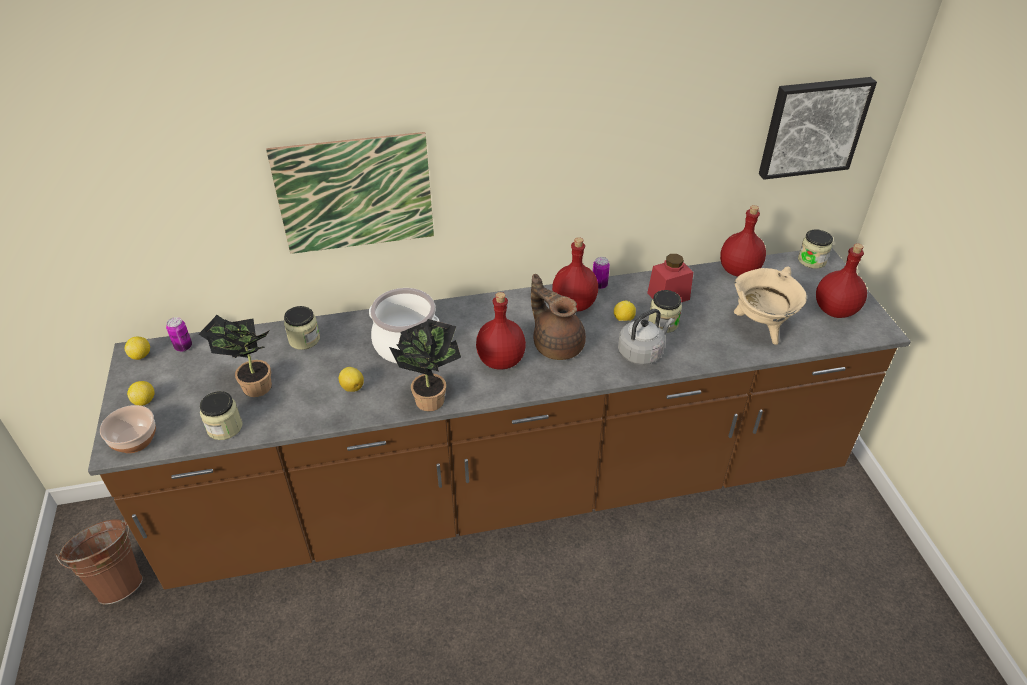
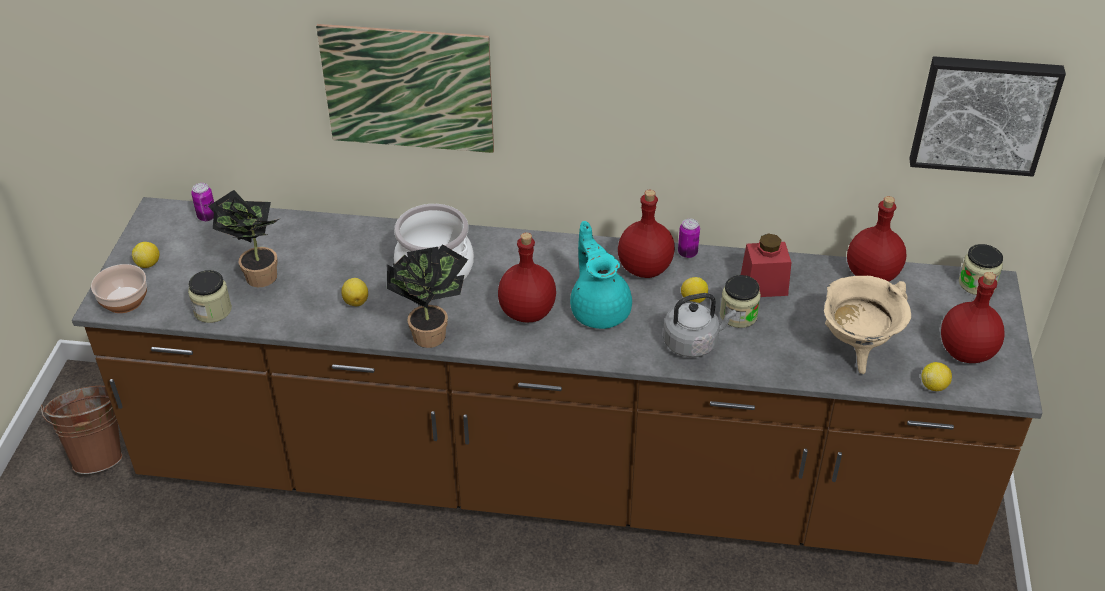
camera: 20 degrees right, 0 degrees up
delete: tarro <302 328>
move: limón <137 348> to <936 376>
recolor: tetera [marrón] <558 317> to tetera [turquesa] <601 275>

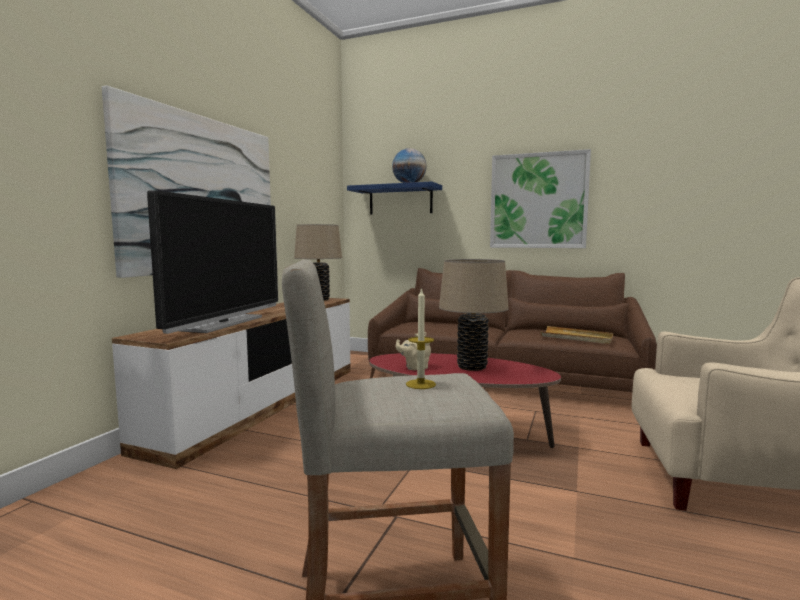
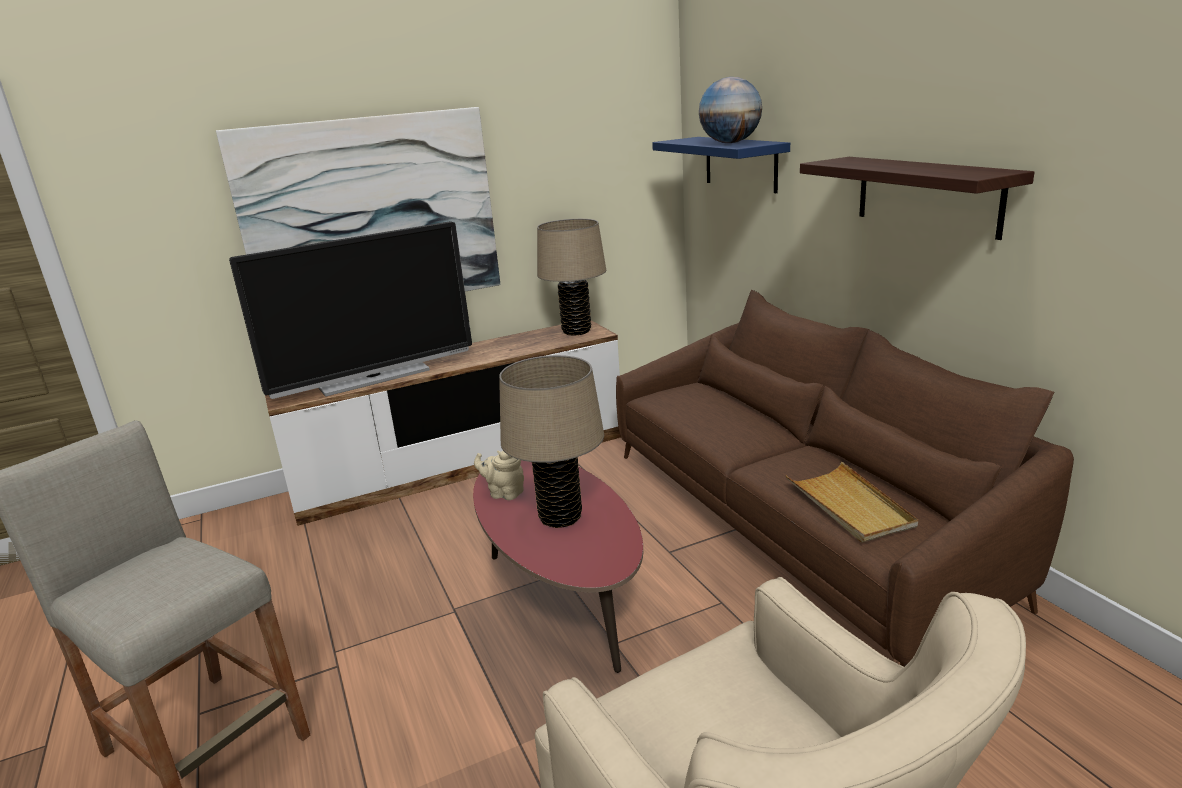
camera: 45 degrees right, 15 degrees up
delete: vela <421 338>
replace: cuadro <540 198> to estante <917 198>

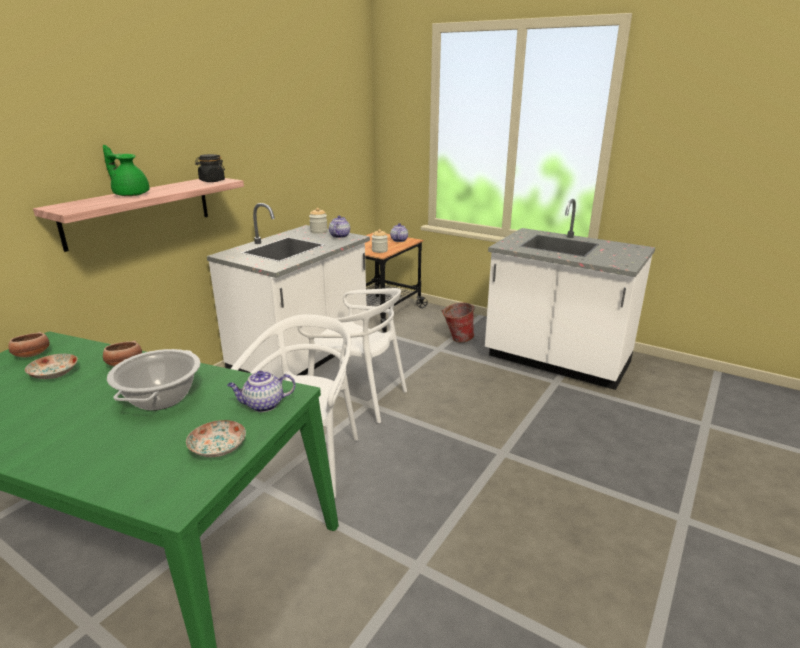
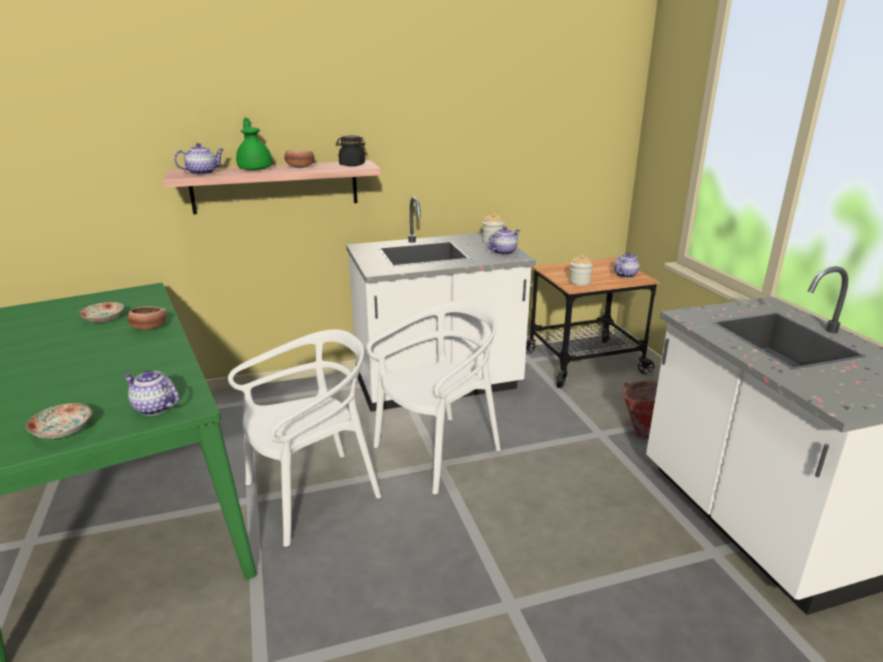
camera: 40 degrees right, 0 degrees up
delete: olla <154 380>
insert: tetera <199 159>
move: cuenco <29 344> to <299 159>
rotate: silla [blanco] <352 355> = <433 397> 105 degrees counterclockwise

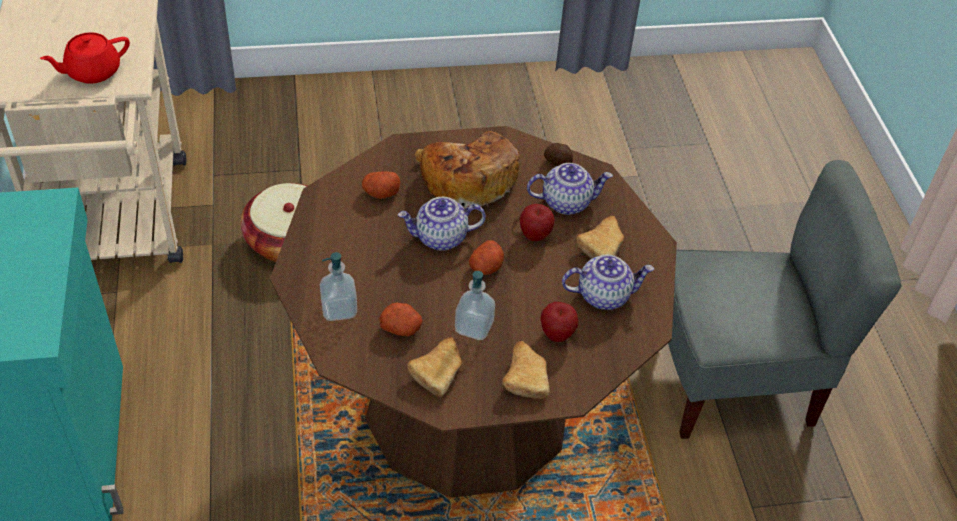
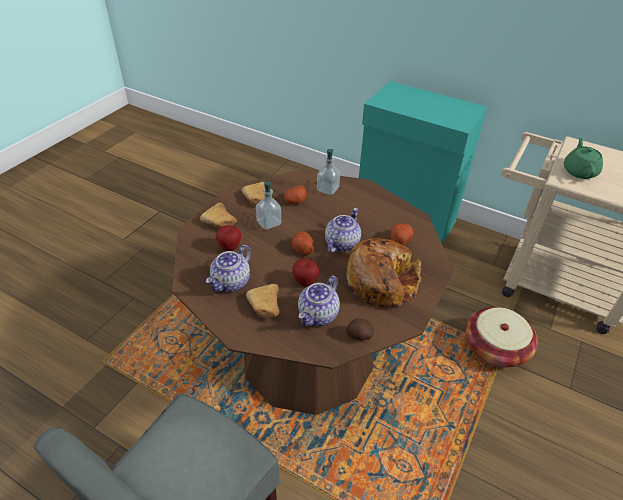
camera: 130 degrees right, 5 degrees down
recolor: tetera [rojo] <85 58> to tetera [verde] <583 158>

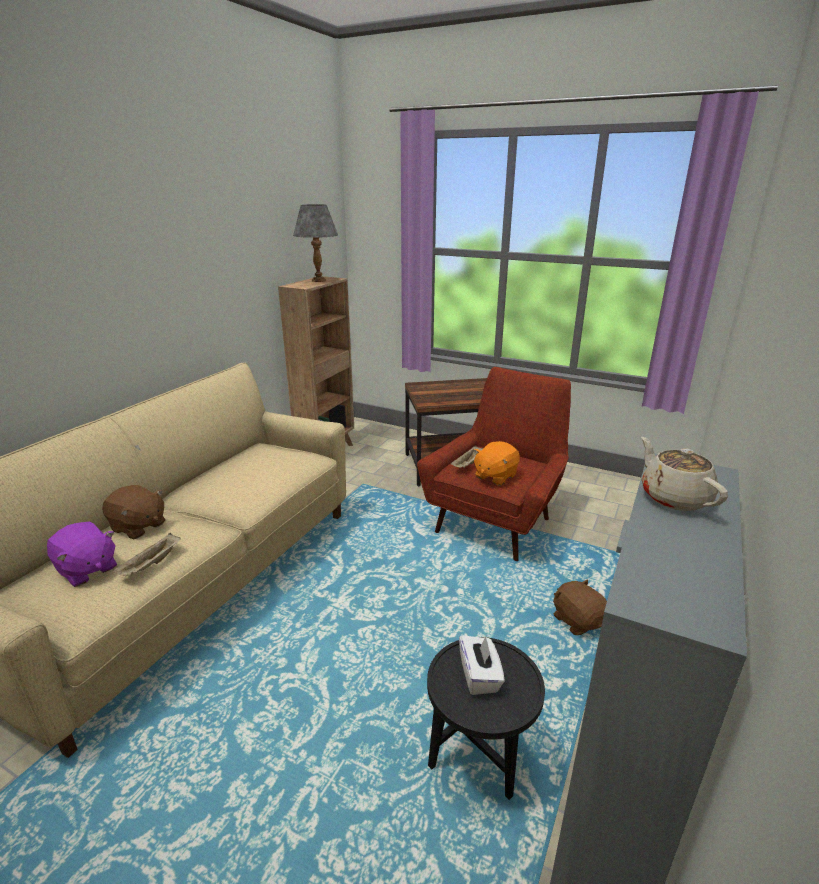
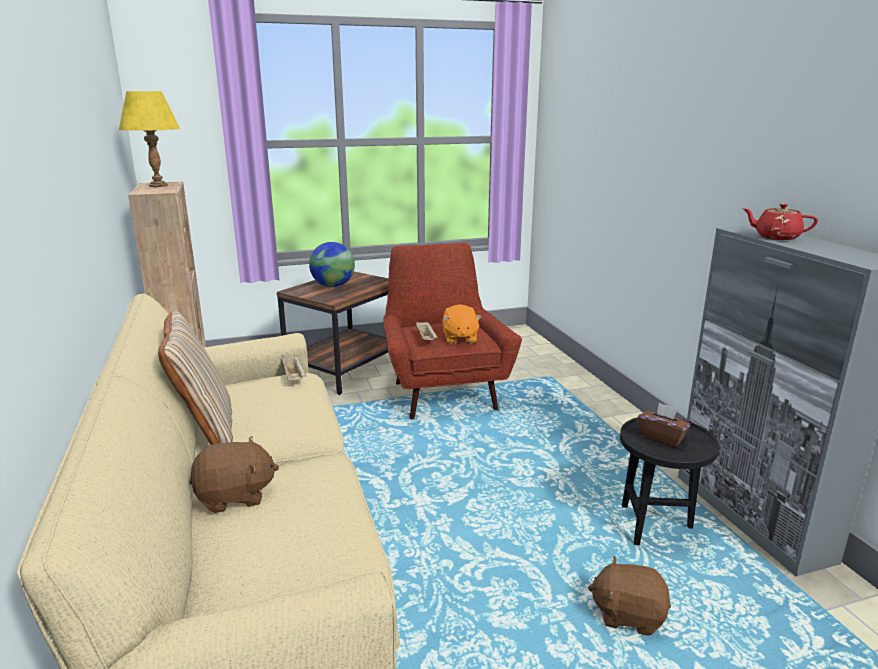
camera: 45 degrees left, 5 degrees down
delete: peluche [morado] <82 554>
insert: cojín [beis] <195 378>; globo terráqueo <332 264>
move: bandeja [beis] <147 554> to <294 367>; peluche [marrón] <580 607> to <629 596>
recolor: lámpara de mesa [gris] <315 243> to lámpara de mesa [amarillo] <149 139>; caja de pañuelos [blanco] <482 665> to caja de pañuelos [marrón] <664 425>; tetera [beis] <684 474> to tetera [rojo] <780 222>

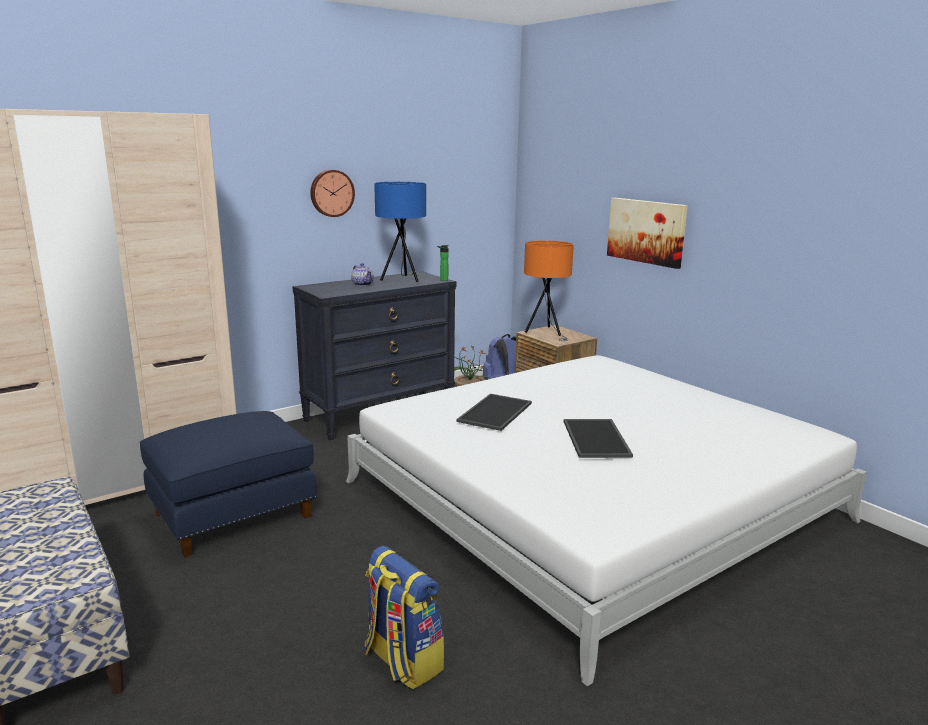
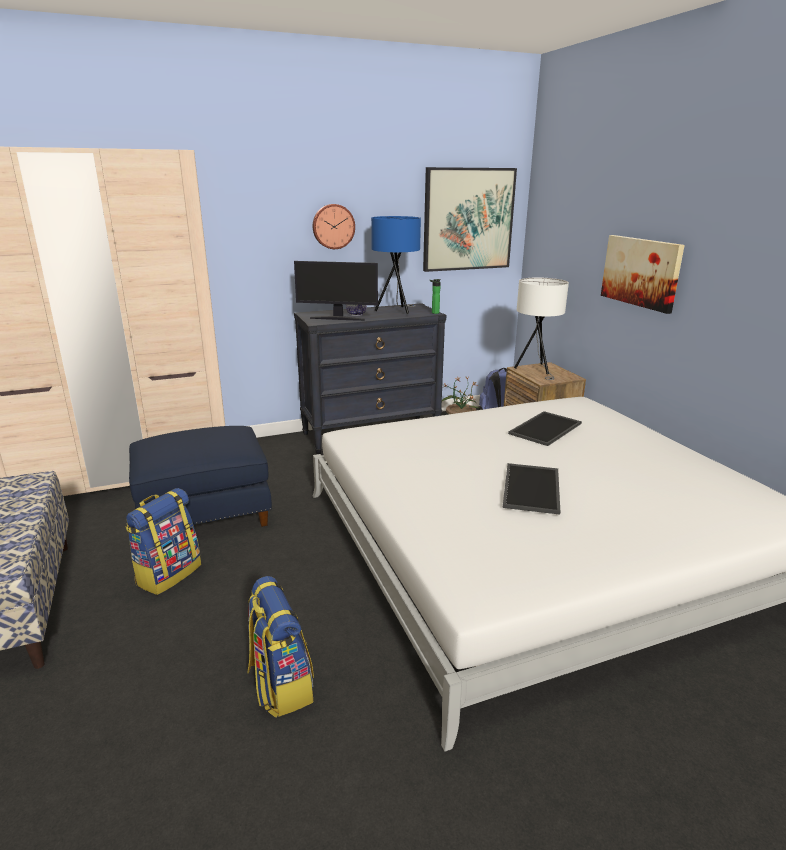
camera: 15 degrees right, 5 degrees up
insert: mochila <163 541>; monitor <336 291>; cuadro <470 219>
move: bandeja <494 412> to <545 428>
recolor: lámpara de mesa [naranja] <549 290> to lámpara de mesa [blanco] <541 329>

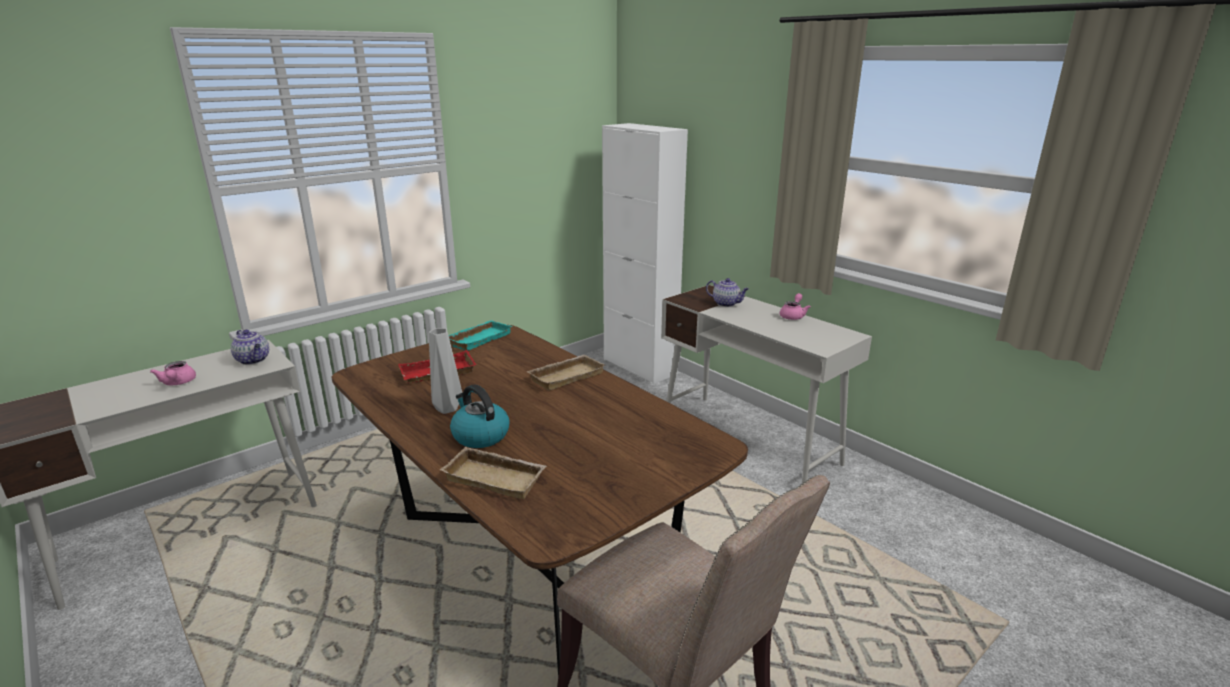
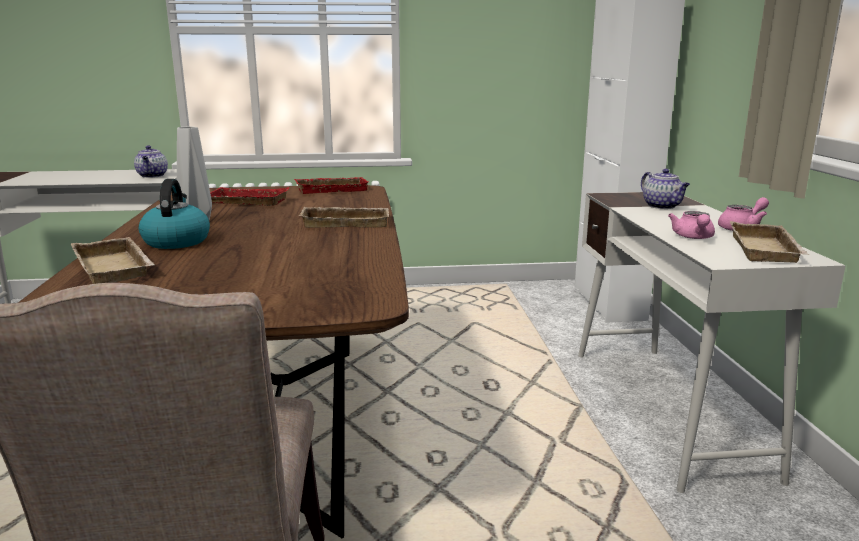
camera: 35 degrees right, 5 degrees down
insert: bandeja [beis] <769 242>
move: tetera [rosa] <173 373> to <691 225>
recolor: bandeja [turquesa] <480 335> to bandeja [rojo] <331 185>

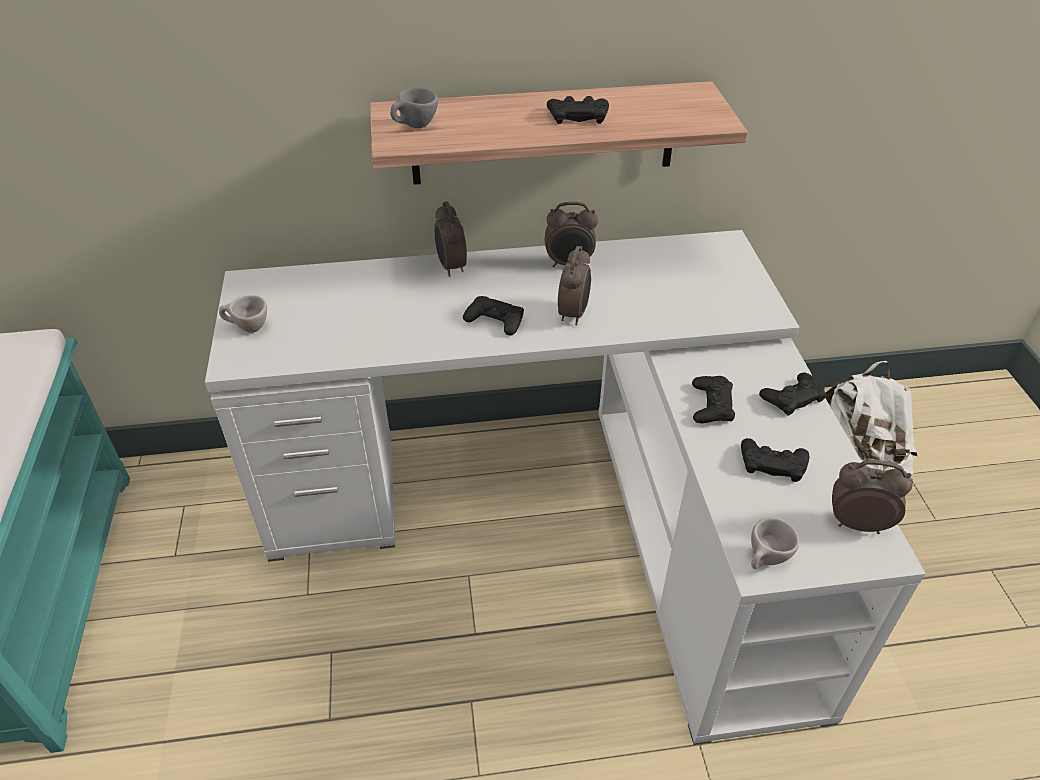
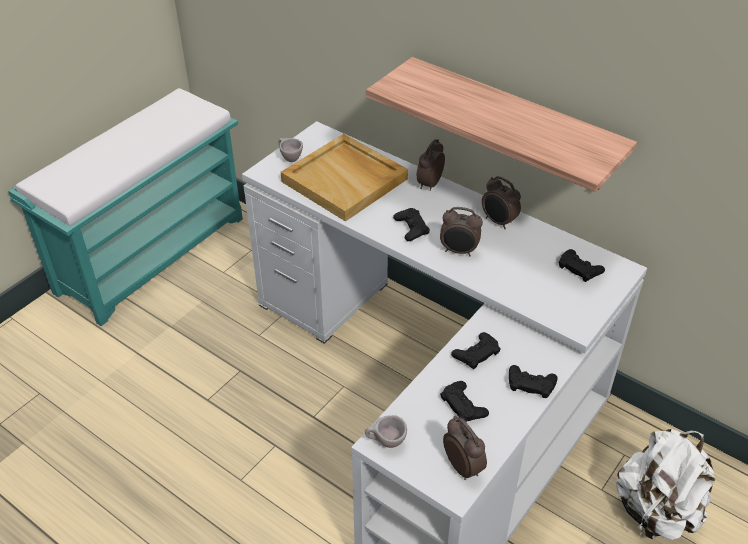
camera: 45 degrees right, 0 degrees up
delete: taza [gris] <414 107>
insert: bandeja [beis] <344 178>
move: mando de consola [negro] <578 110> to <582 265>
rotate: despertador <574 285> = <461 231> 45 degrees clockwise

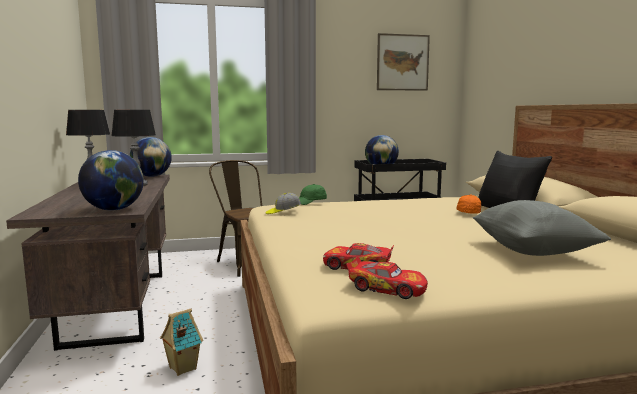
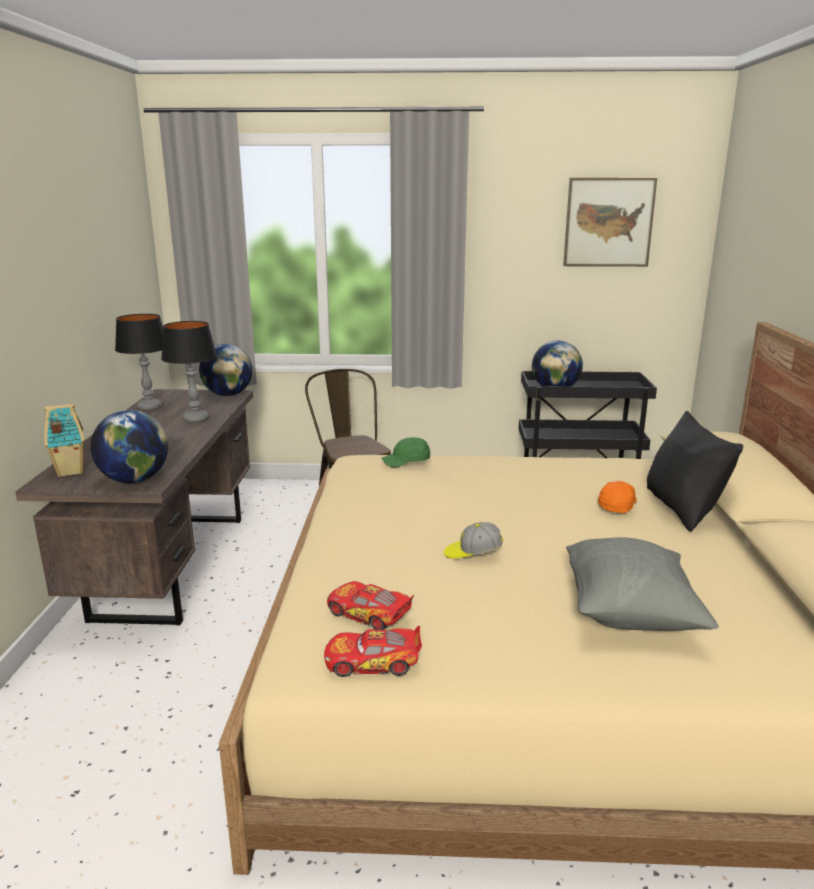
camera: 15 degrees right, 10 degrees up
move: casita <181 342> to <64 440>; gorra <283 203> to <473 540>
rotate: coche de juguete <387 277> = <373 651> 135 degrees clockwise

